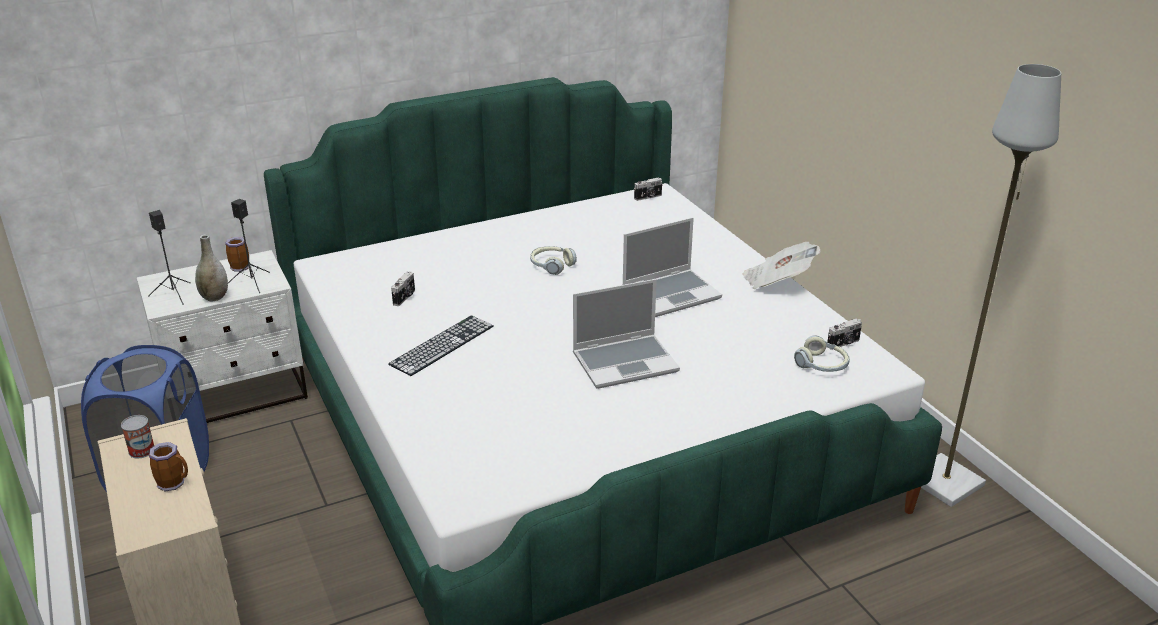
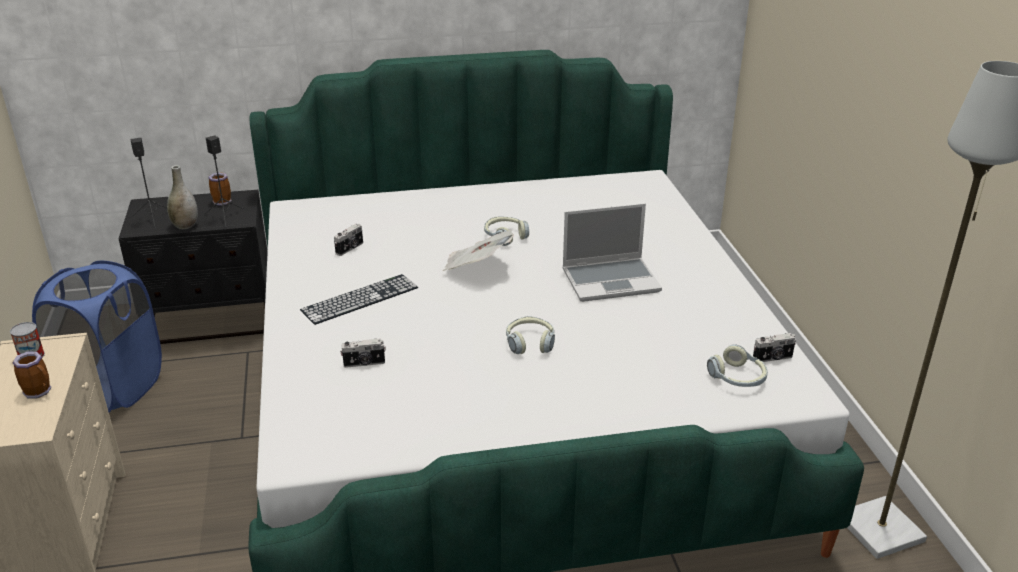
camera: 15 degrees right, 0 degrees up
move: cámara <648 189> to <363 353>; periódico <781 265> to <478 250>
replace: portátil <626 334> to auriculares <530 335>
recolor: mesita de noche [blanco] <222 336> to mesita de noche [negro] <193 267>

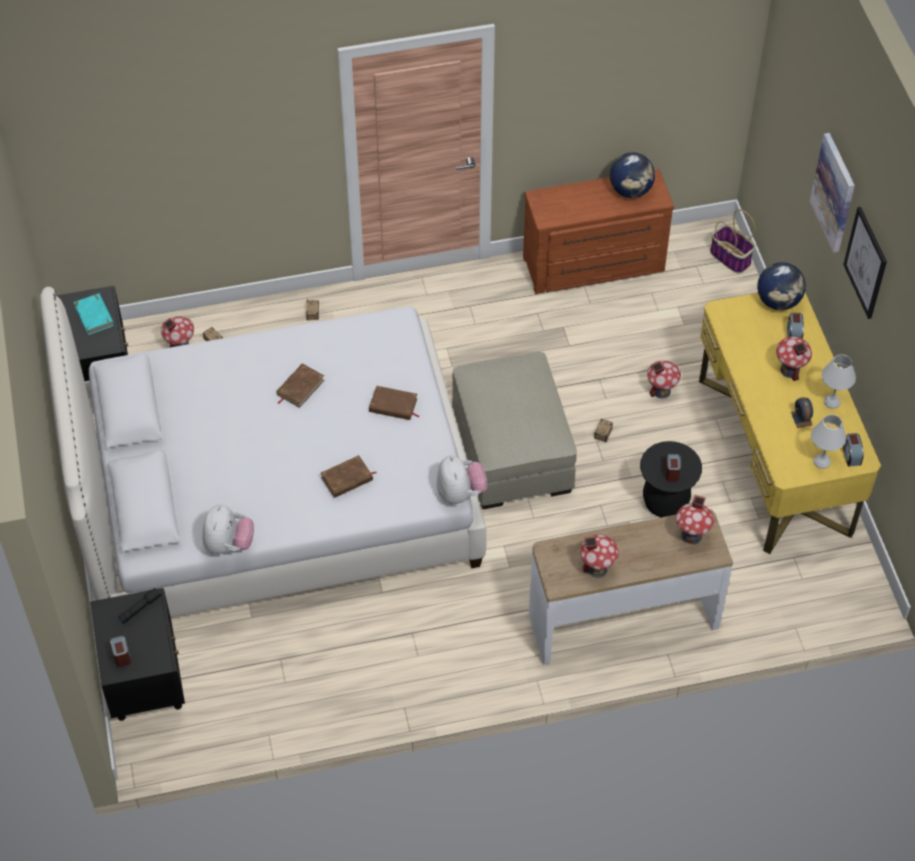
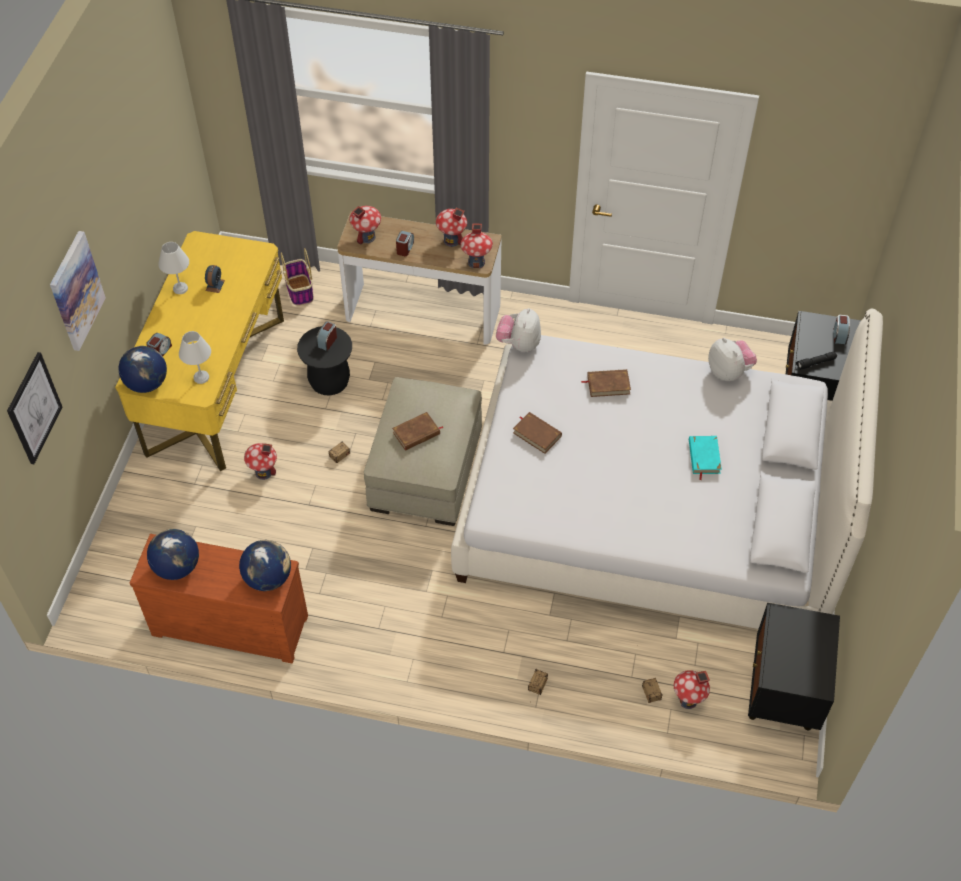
camera: 155 degrees left, 0 degrees up
insert: globo terráqueo <265 565>
move: cuadro <865 263> to <34 408>; lámpara de mesa [blanco] <828 441> to <195 357>; cesta <732 241> to <297 277>; libro [marrón] <300 385> to <417 431>; despertador <853 450> to <405 243>; casita <794 358> to <476 245>; libro [turquesa] <94 314> to <705 458>
rotate: peluche <228 529> = <732 359> 120 degrees clockwise

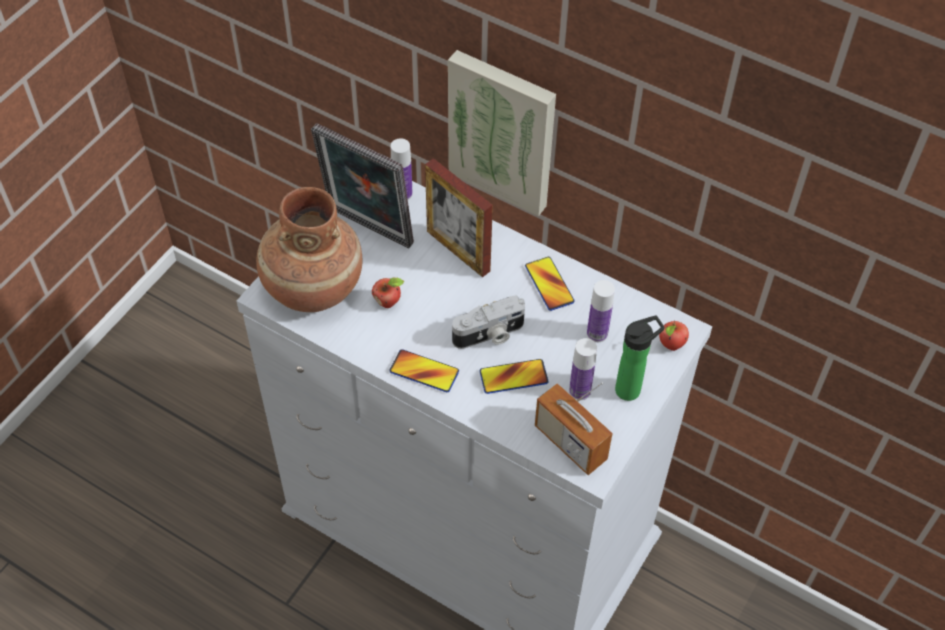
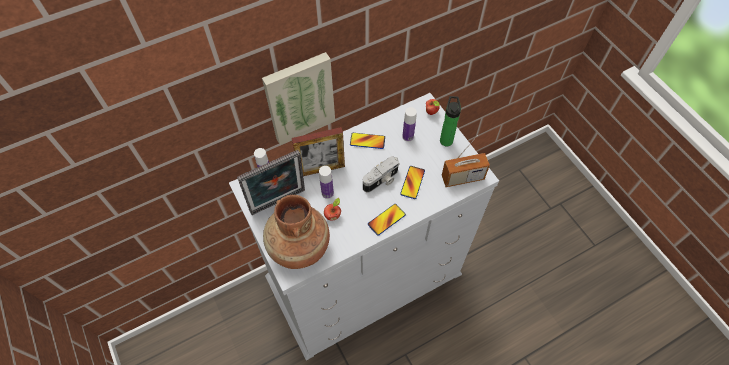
camera: 60 degrees left, 5 degrees up
move: botella <583 369> to <326 182>
rotate: cámara <488 322> = <381 174> 45 degrees clockwise

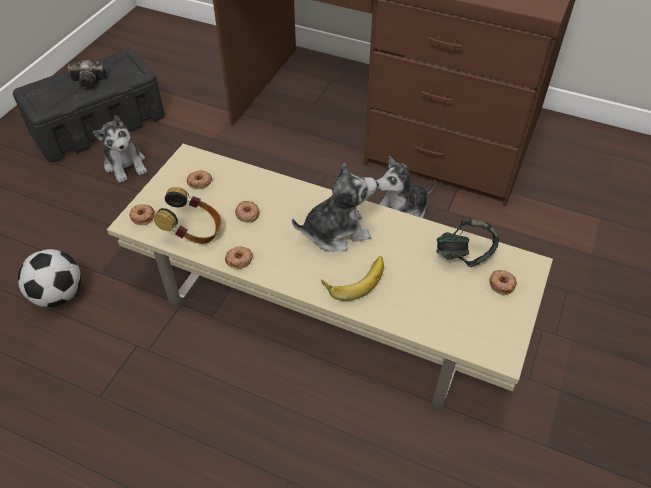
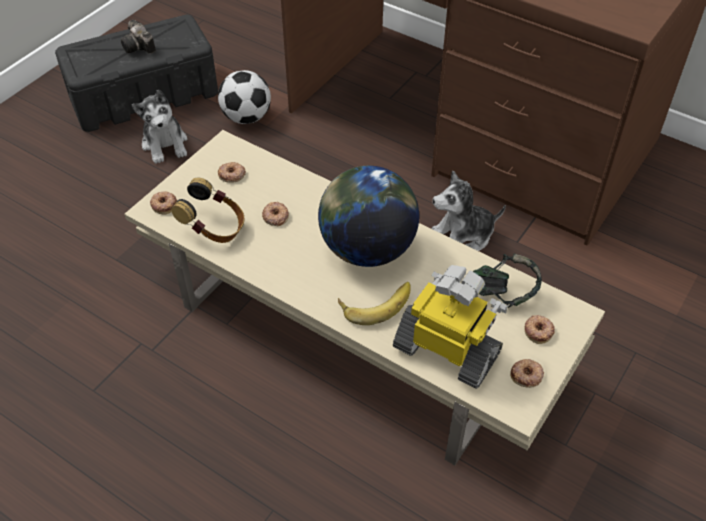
camera: 10 degrees right, 0 degrees up
insert: robot de juguete <451 327>
move: balón de fútbol <49 278> to <244 97>; rosquilla <239 257> to <527 373>
replace: peluche <334 207> to globo terráqueo <368 216>
rotate: cámara <87 74> = <138 37> 45 degrees clockwise

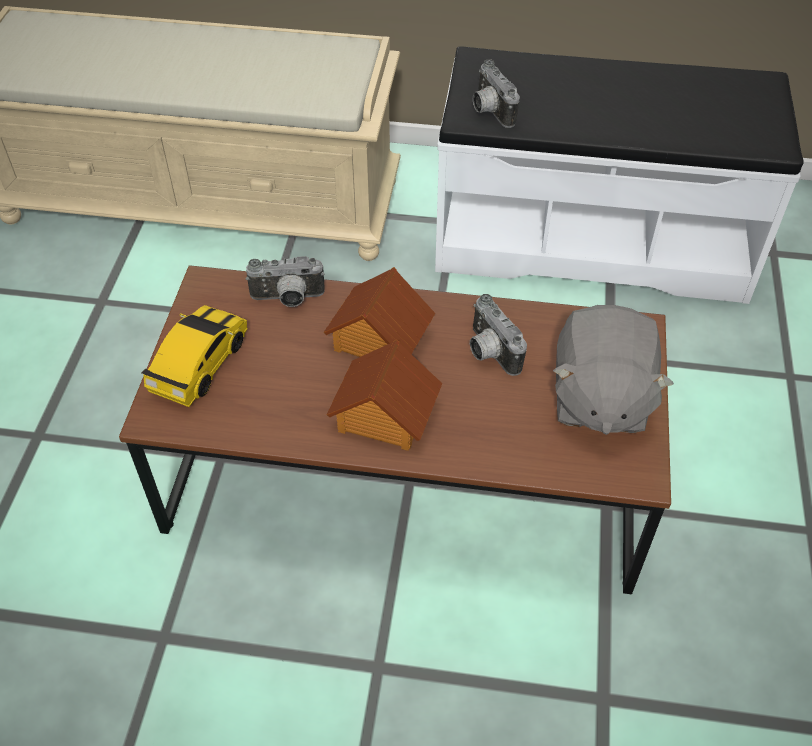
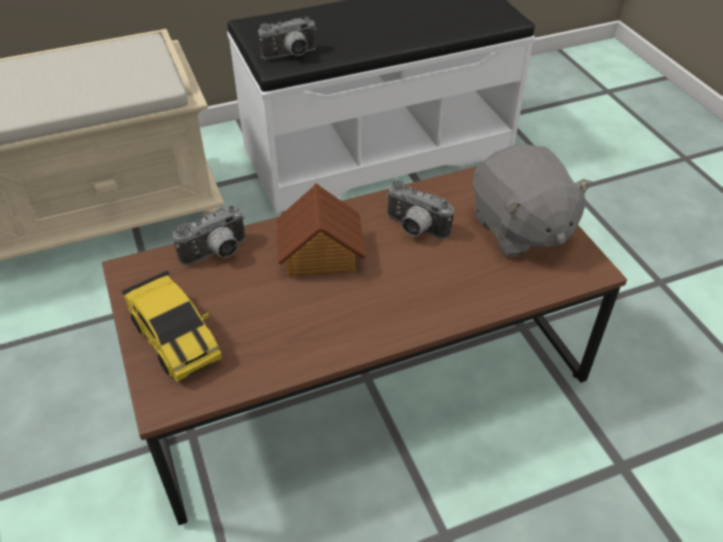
camera: 30 degrees left, 5 degrees down
delete: casita <384 395>
rotate: coche de juguete <194 356> = <171 326> 150 degrees clockwise; cámara <496 93> = <287 38> 60 degrees counterclockwise

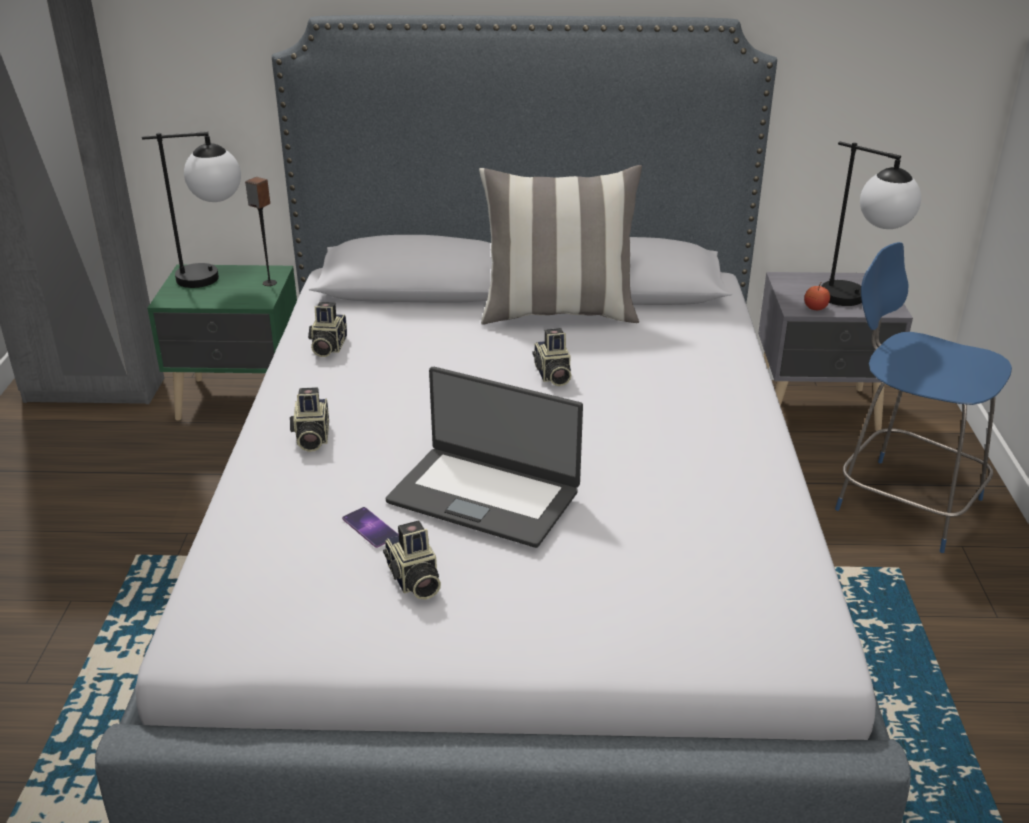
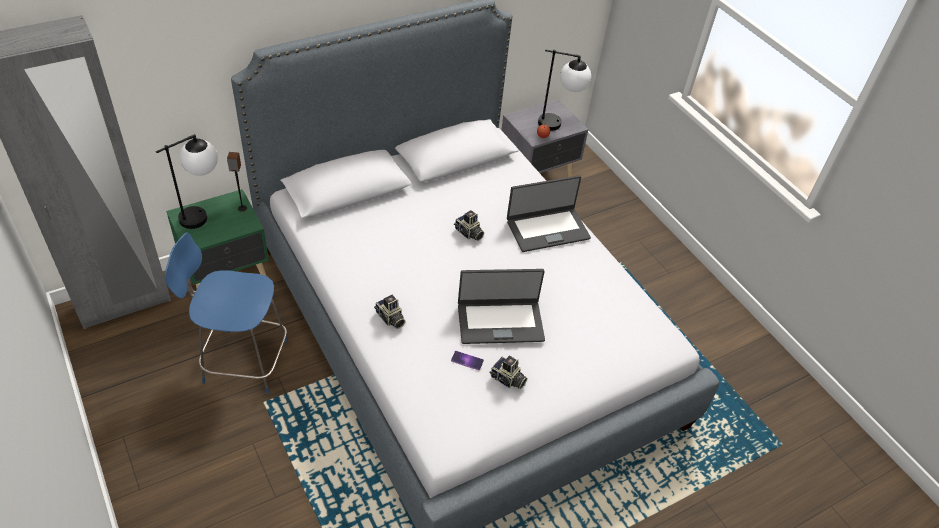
camera: 35 degrees left, 15 degrees up
delete: cámara <327 329>; cojín <560 245>
insert: portátil <549 213>
move: silla [azul] <923 397> to <226 313>

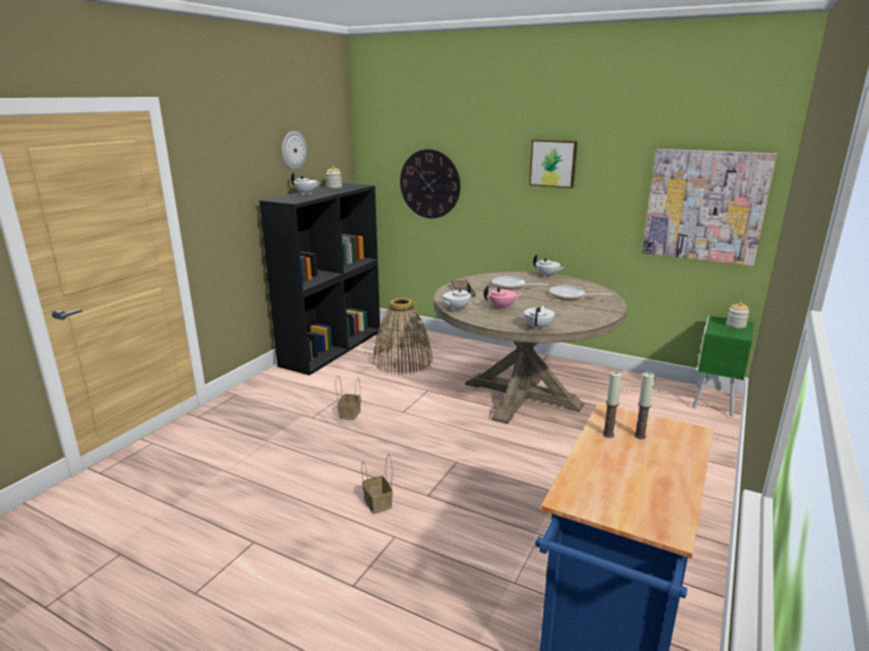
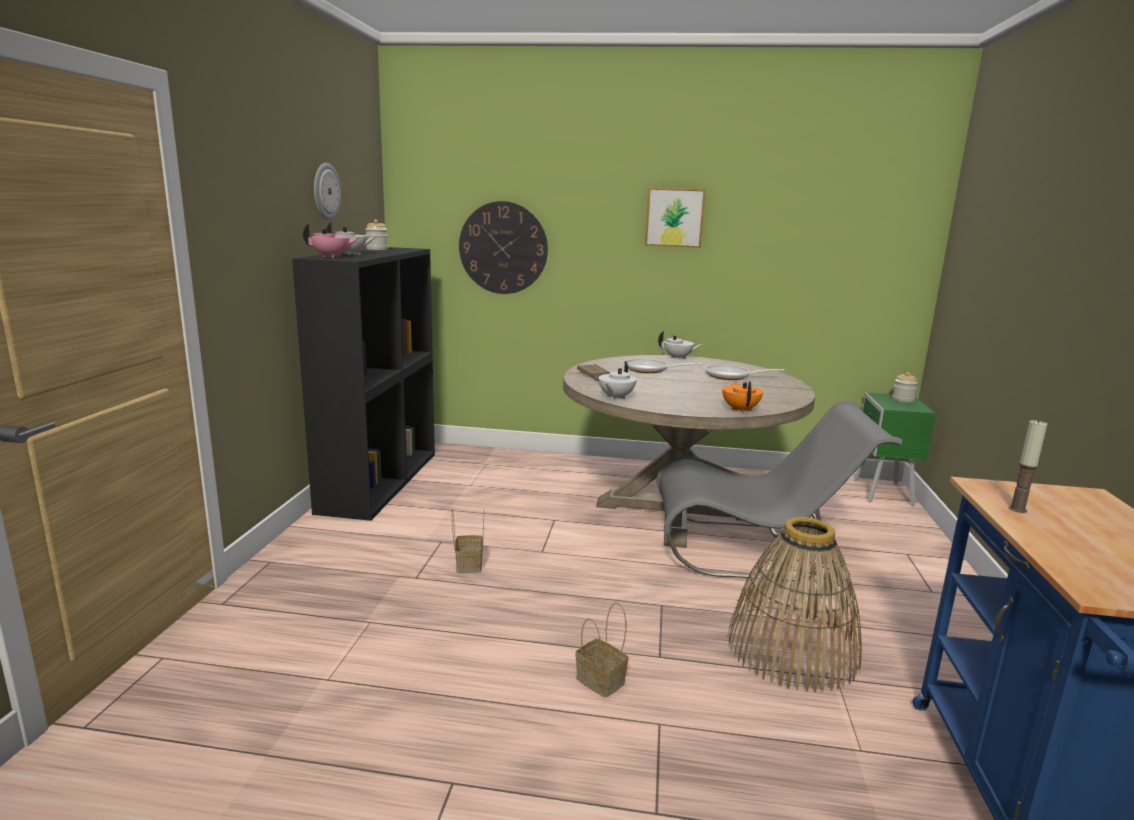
camera: 20 degrees left, 5 degrees down
delete: vela <644 406>; cuadro <709 207>
insert: silla [gris] <779 491>
move: tetera [rosa] <503 297> to <331 240>; cesta <403 336> to <794 604>
recolor: tetera [blanco] <539 317> to tetera [naranja] <742 397>

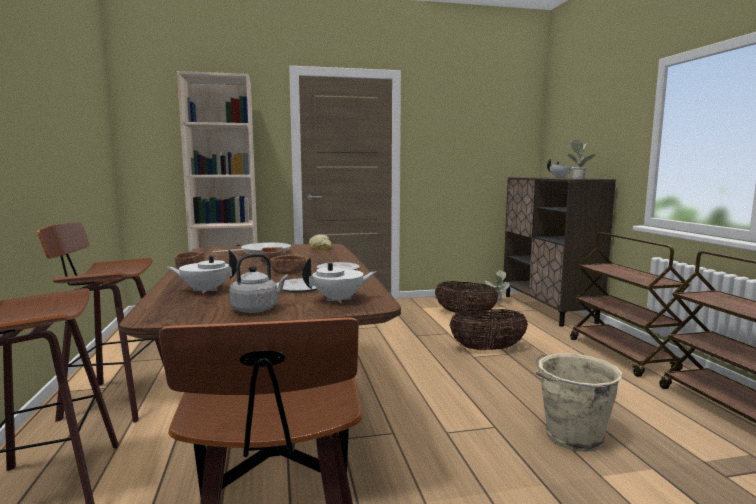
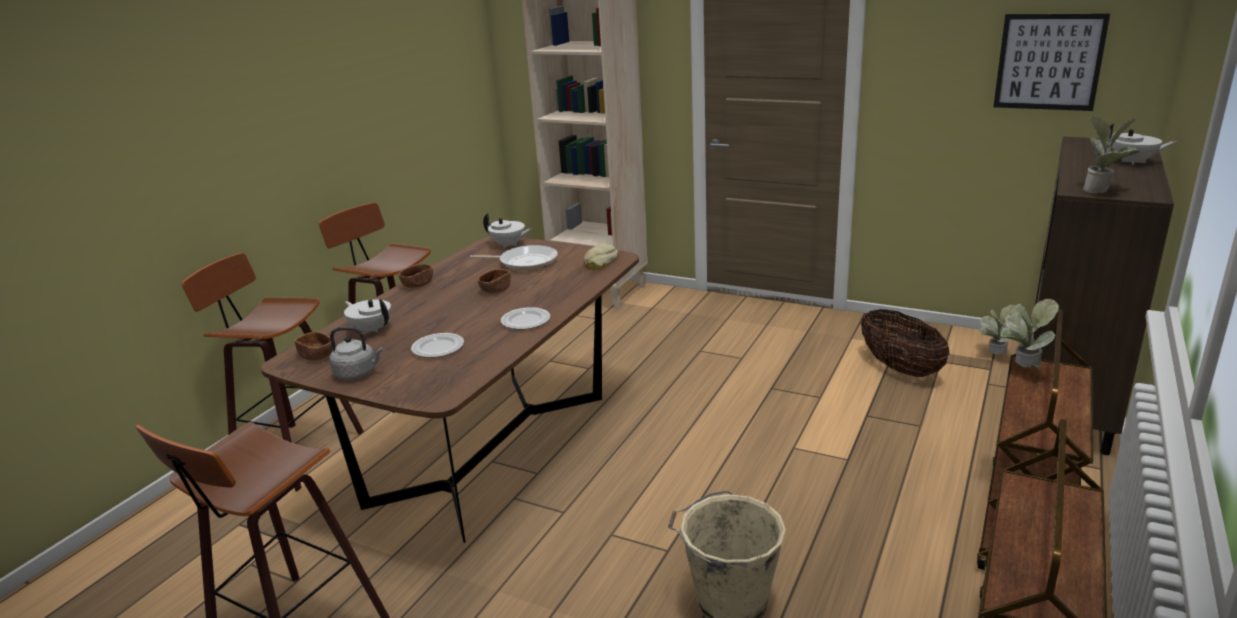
camera: 40 degrees right, 15 degrees up
delete: cesta <489 329>
insert: cuadro <1051 62>; planta en maceta <1030 335>
move: cuenco [marrón] <288 265> to <314 346>; tetera [blanco] <339 280> to <507 230>

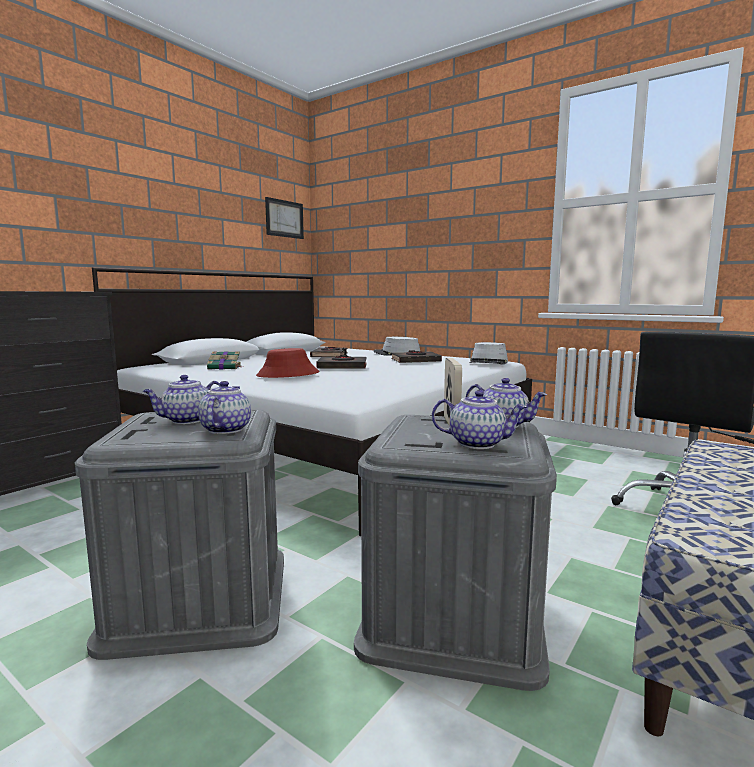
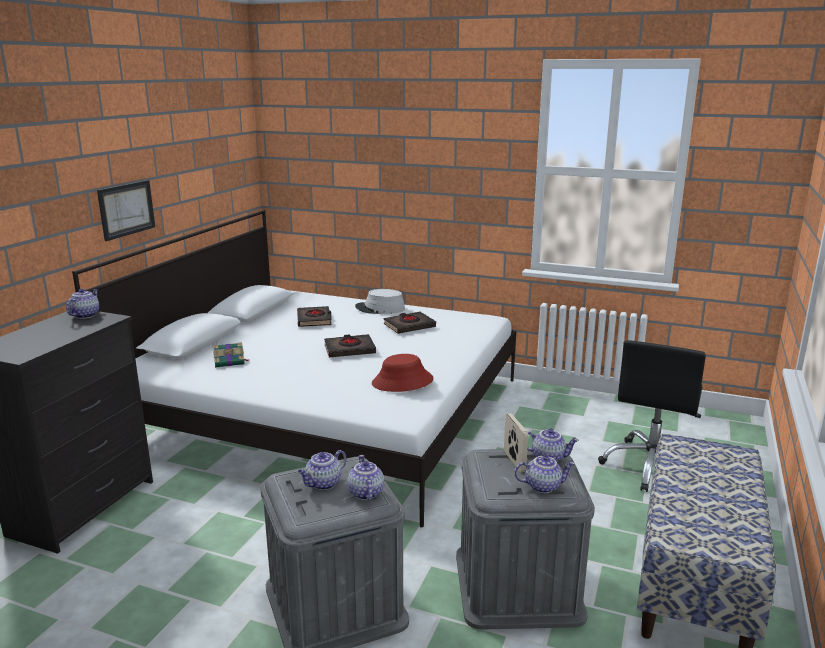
camera: 15 degrees left, 10 degrees up
delete: sombrero [gris] <488 353>
insert: tetera <82 304>
move: cuadro <284 218> to <126 210>; sombrero [rojo] <287 363> to <403 373>

